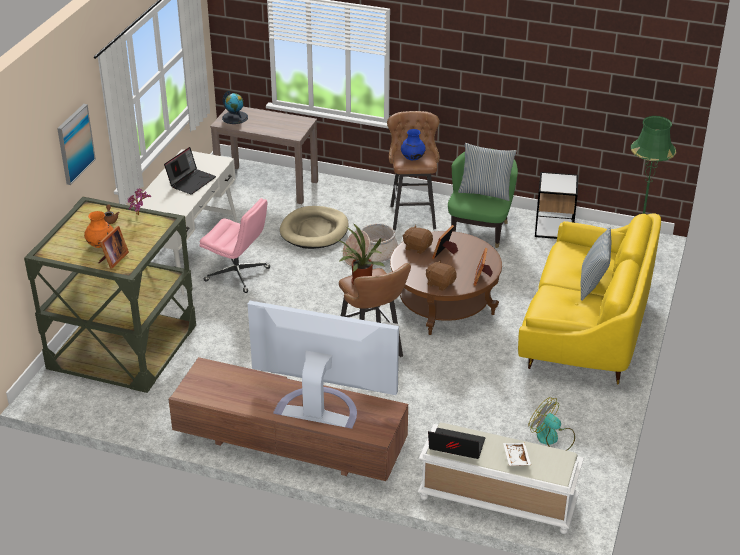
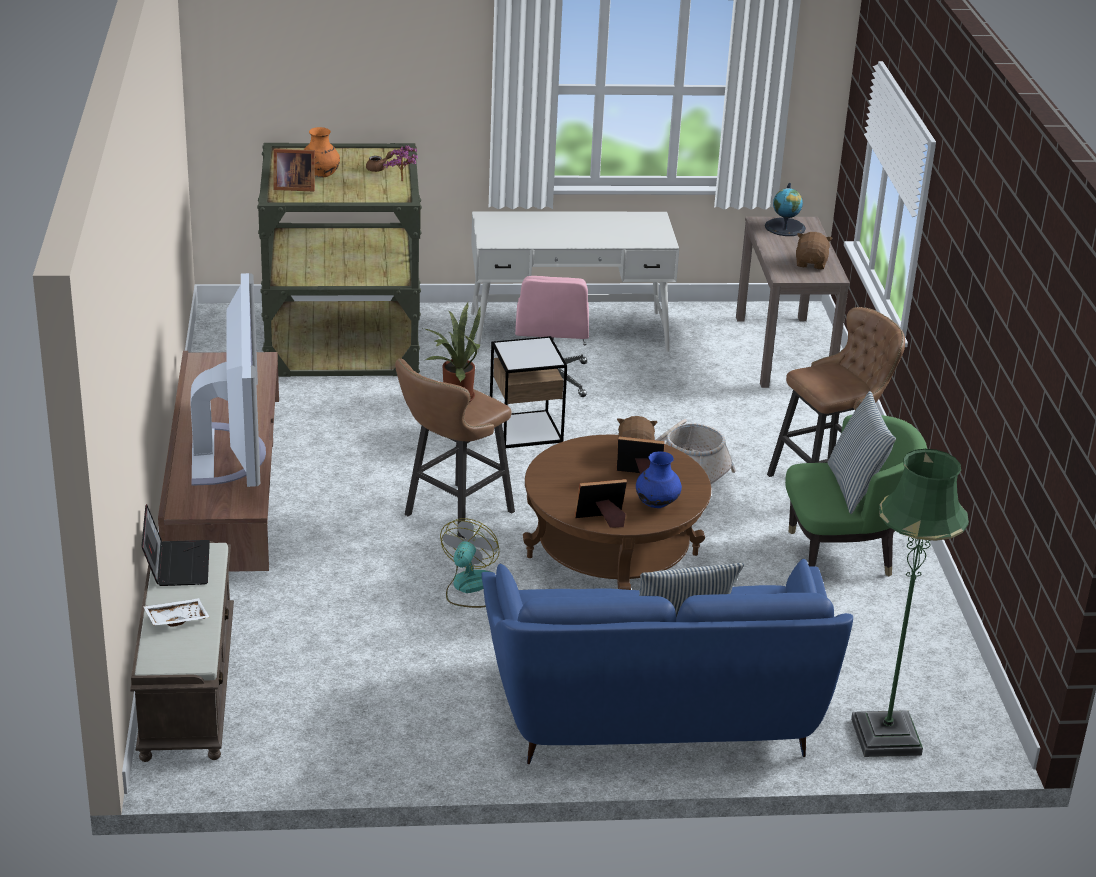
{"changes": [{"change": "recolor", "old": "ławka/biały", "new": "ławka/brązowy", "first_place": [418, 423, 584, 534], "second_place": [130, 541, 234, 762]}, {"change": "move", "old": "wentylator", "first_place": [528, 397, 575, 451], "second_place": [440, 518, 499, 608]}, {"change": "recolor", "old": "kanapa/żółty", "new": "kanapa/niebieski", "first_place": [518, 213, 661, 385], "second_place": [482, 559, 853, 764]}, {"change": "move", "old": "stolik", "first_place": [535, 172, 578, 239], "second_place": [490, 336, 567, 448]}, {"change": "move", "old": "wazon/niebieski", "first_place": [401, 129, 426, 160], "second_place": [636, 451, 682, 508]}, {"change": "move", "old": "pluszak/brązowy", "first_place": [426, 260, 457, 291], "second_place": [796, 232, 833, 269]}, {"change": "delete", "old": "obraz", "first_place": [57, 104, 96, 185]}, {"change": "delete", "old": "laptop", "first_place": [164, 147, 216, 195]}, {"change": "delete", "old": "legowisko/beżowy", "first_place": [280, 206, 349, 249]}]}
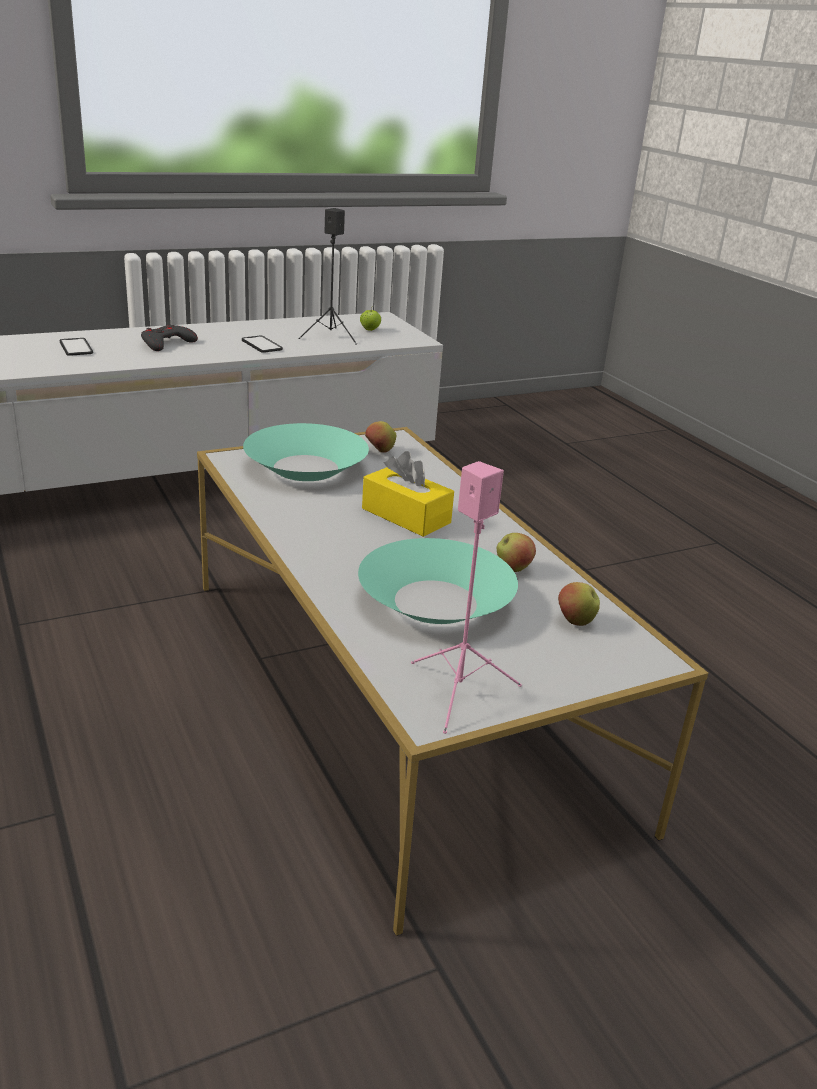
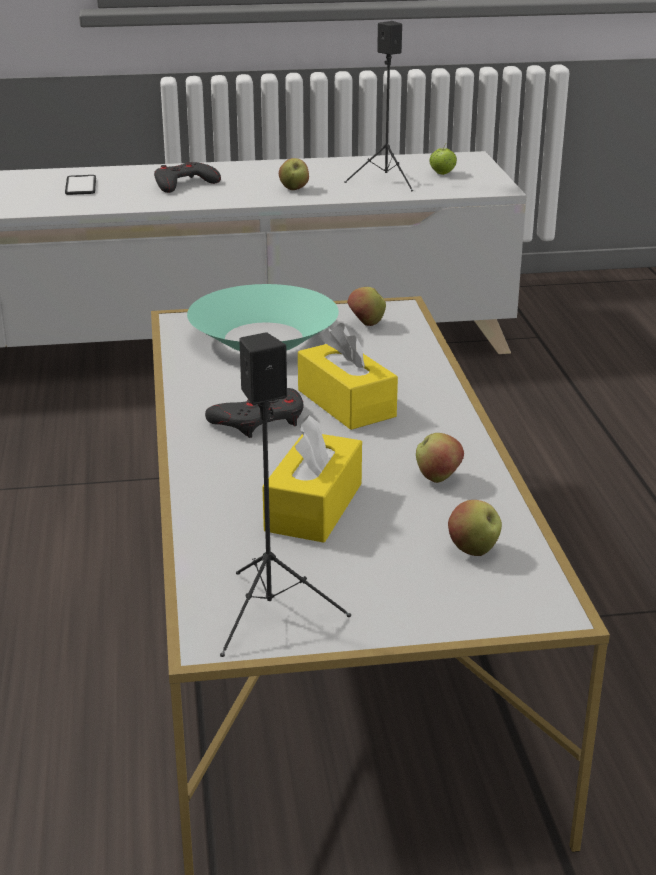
{"changes": [{"change": "insert", "new": "pad do gier/szary", "second_place": [205, 388, 304, 438]}, {"change": "recolor", "old": "głośnik/różowy", "new": "głośnik/czarny", "first_place": [411, 461, 522, 734], "second_place": [220, 332, 351, 657]}, {"change": "replace", "old": "miska/turkusowy", "new": "pudełko chusteczek/żółty", "first_place": [358, 538, 518, 624], "second_place": [262, 415, 362, 543]}, {"change": "replace", "old": "telefon", "new": "jabłko", "first_place": [242, 336, 283, 353], "second_place": [279, 158, 309, 190]}]}
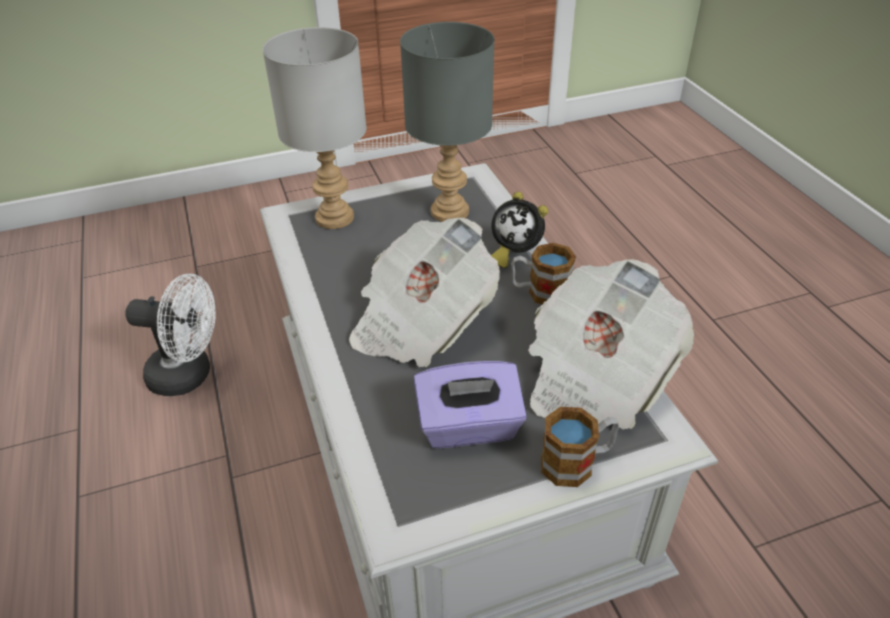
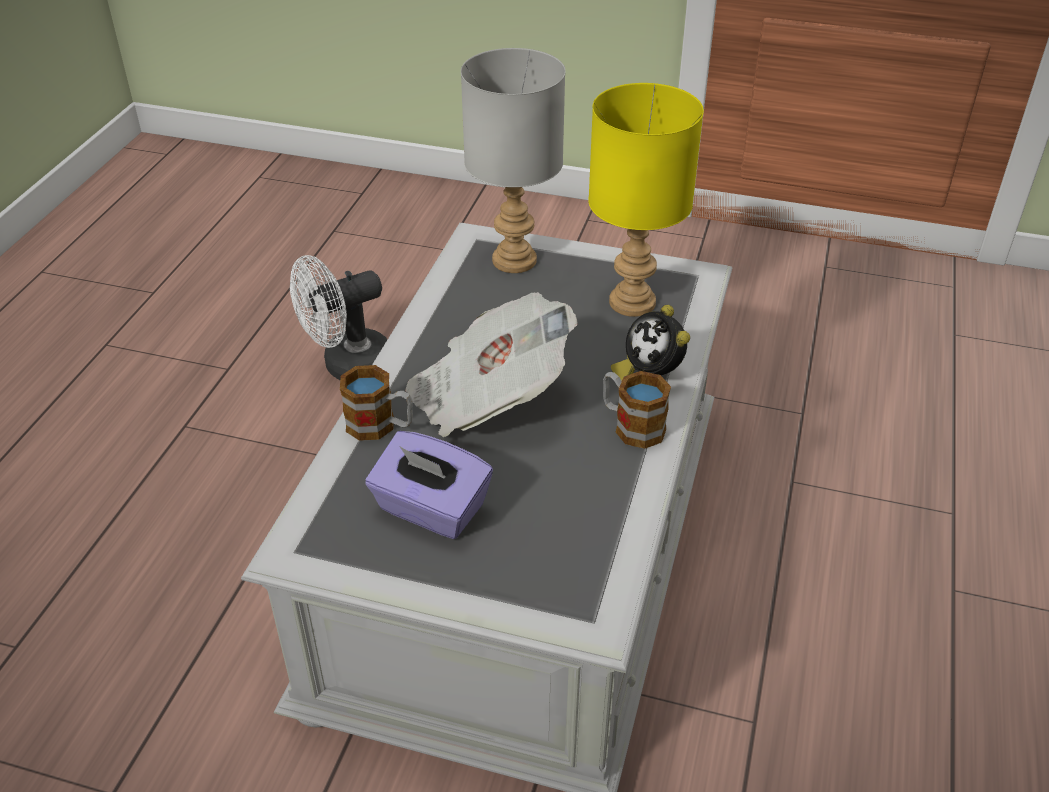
{"changes": [{"change": "rotate", "old": "wentylator/biały", "first_place": [125, 274, 216, 396], "second_place": [290, 255, 387, 380], "degrees": 105}, {"change": "move", "old": "kubek", "first_place": [541, 407, 619, 487], "second_place": [340, 365, 413, 441]}, {"change": "recolor", "old": "lampa stołowa/szary", "new": "lampa stołowa/żółty", "first_place": [400, 22, 495, 222], "second_place": [588, 83, 704, 317]}, {"change": "delete", "old": "gazeta", "first_place": [528, 259, 694, 430]}]}
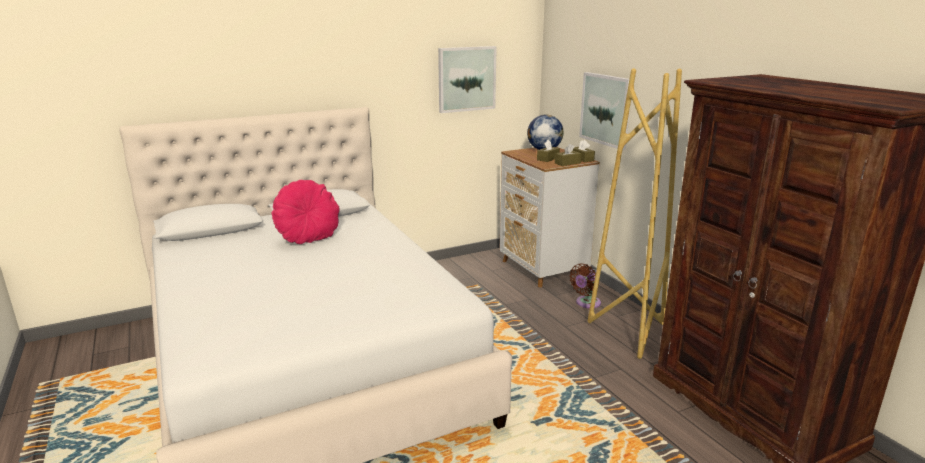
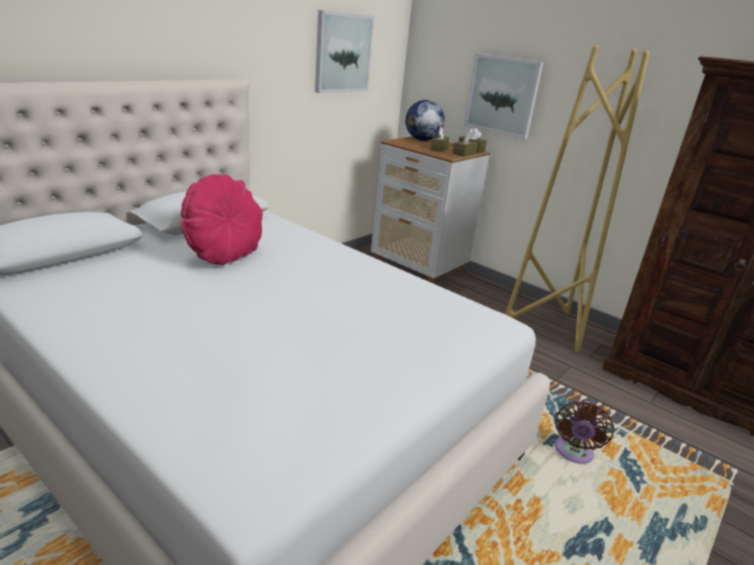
{"changes": [{"change": "move", "old": "wentylator/brązowy", "first_place": [569, 263, 601, 308], "second_place": [555, 401, 614, 464]}]}
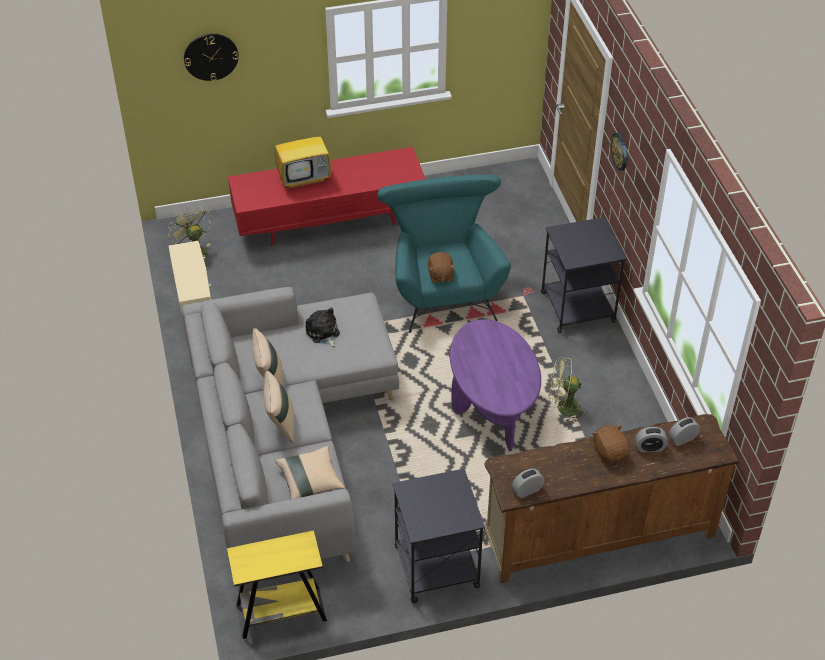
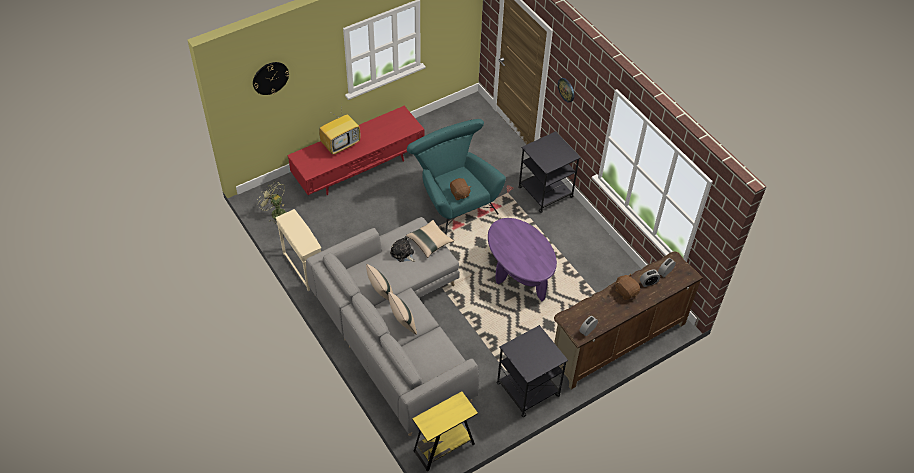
{"changes": [{"change": "move", "old": "poduszka/beżowy", "first_place": [275, 446, 345, 499], "second_place": [406, 220, 454, 258]}, {"change": "delete", "old": "wentylator/zielony", "first_place": [549, 357, 587, 423]}]}
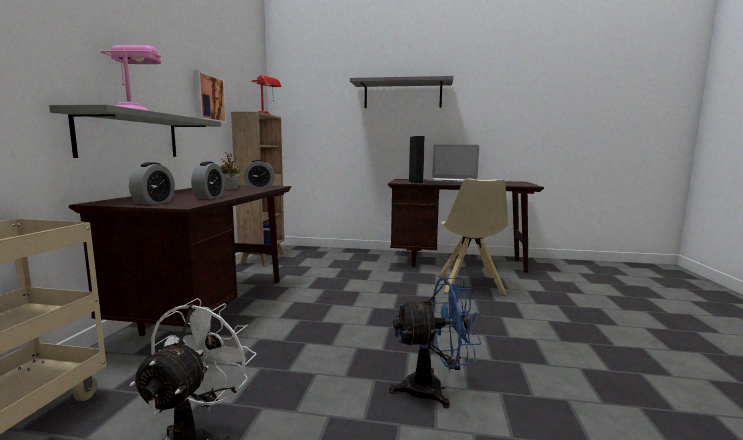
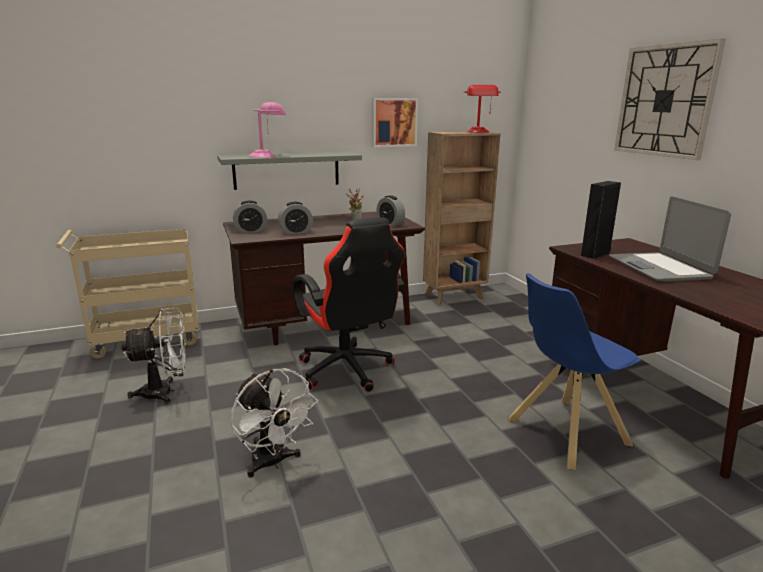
{"changes": [{"change": "recolor", "old": "wentylator/niebieski", "new": "wentylator/biały", "first_place": [389, 278, 481, 408], "second_place": [231, 368, 318, 478]}, {"change": "insert", "new": "krzesło biurowe/czarny", "second_place": [293, 217, 405, 392]}, {"change": "recolor", "old": "krzesło/beżowy", "new": "krzesło/niebieski", "first_place": [438, 178, 508, 295], "second_place": [508, 273, 641, 470]}, {"change": "replace", "old": "półka/szary", "new": "zegar ścienny", "first_place": [350, 76, 453, 108], "second_place": [614, 38, 726, 160]}]}
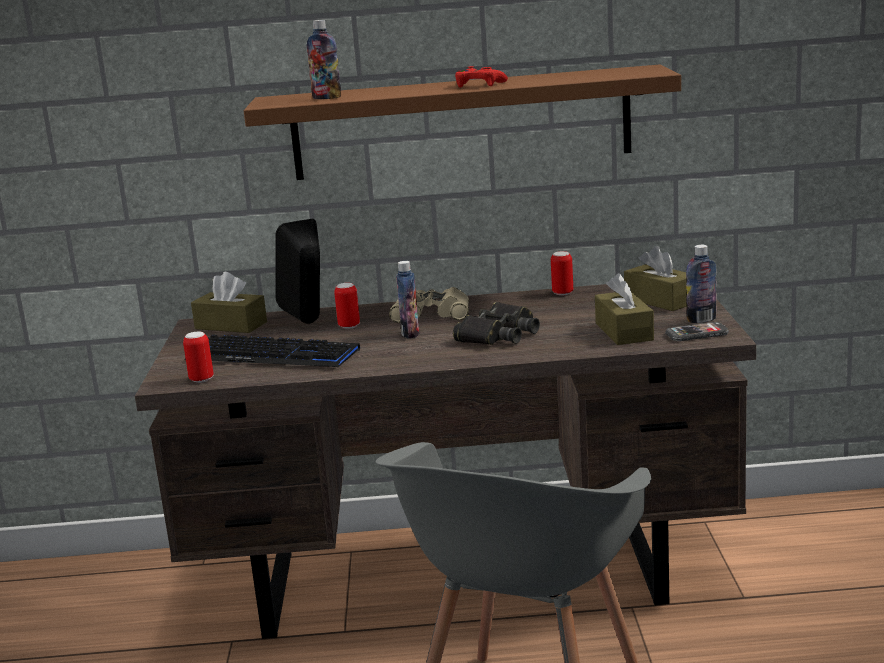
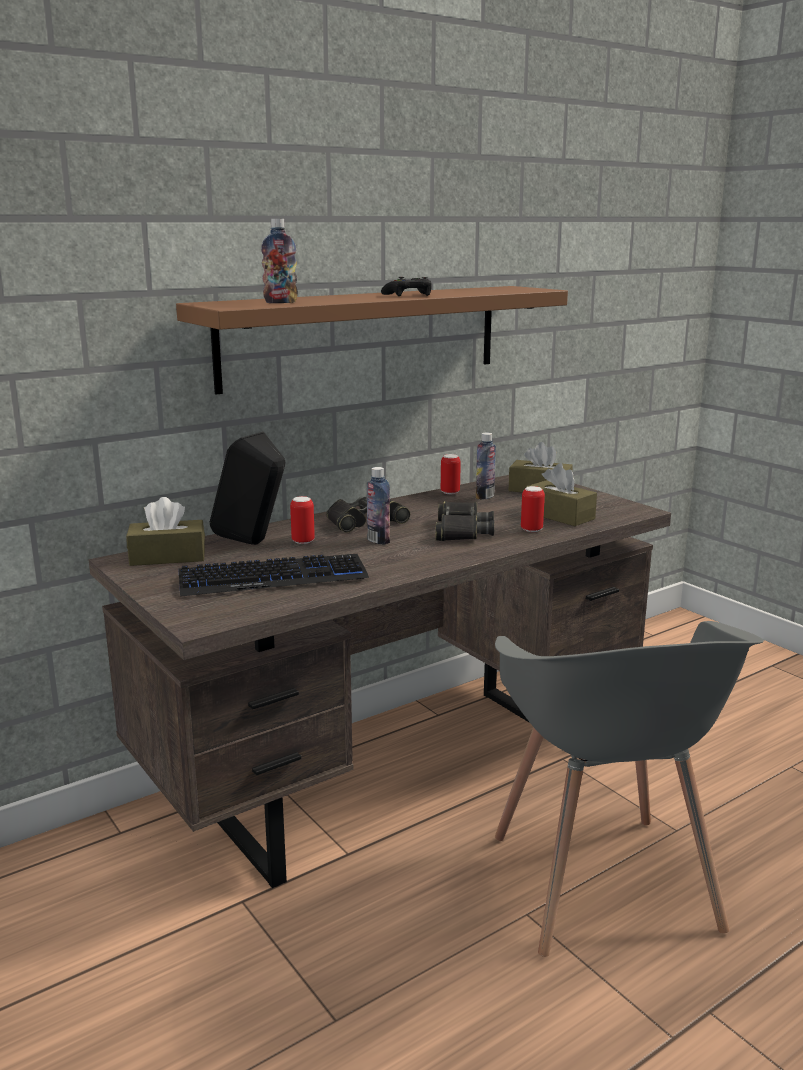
{"changes": [{"change": "recolor", "old": "lornetka/beżowy", "new": "lornetka/czarny", "first_place": [389, 287, 469, 323], "second_place": [326, 497, 410, 533]}, {"change": "recolor", "old": "pad do gier/czerwony", "new": "pad do gier/czarny", "first_place": [455, 66, 508, 87], "second_place": [381, 277, 432, 296]}, {"change": "move", "old": "butelka", "first_place": [686, 245, 717, 323], "second_place": [476, 432, 496, 500]}, {"change": "move", "old": "puszka", "first_place": [183, 332, 214, 383], "second_place": [521, 486, 545, 532]}, {"change": "delete", "old": "telefon", "first_place": [665, 322, 729, 341]}]}
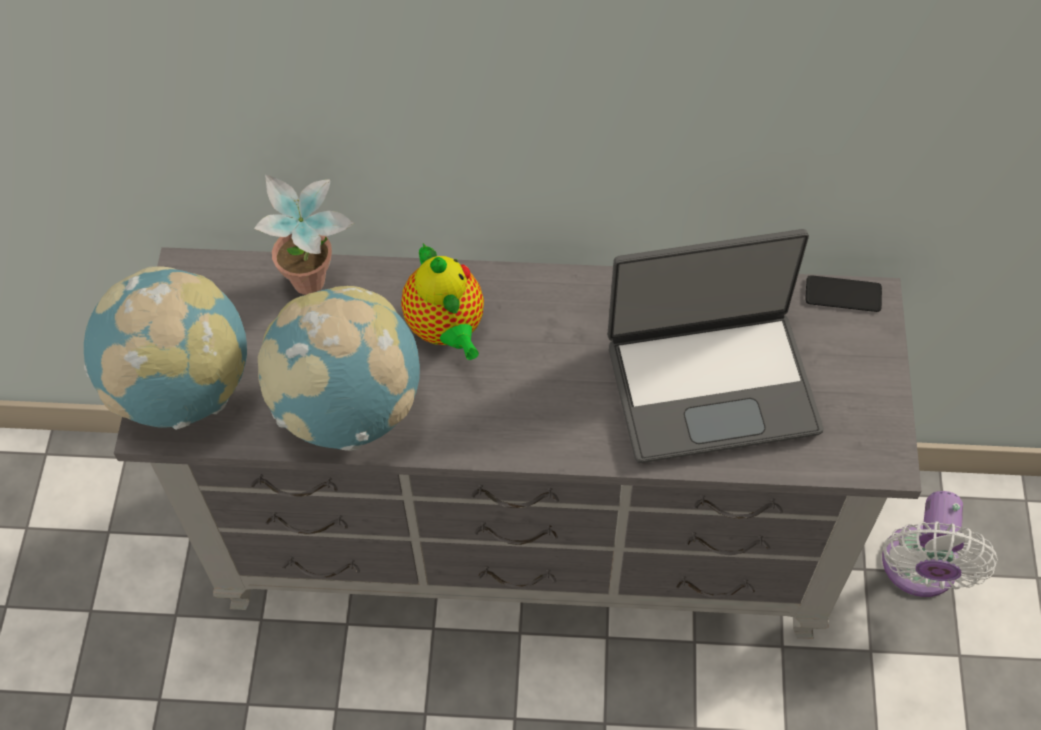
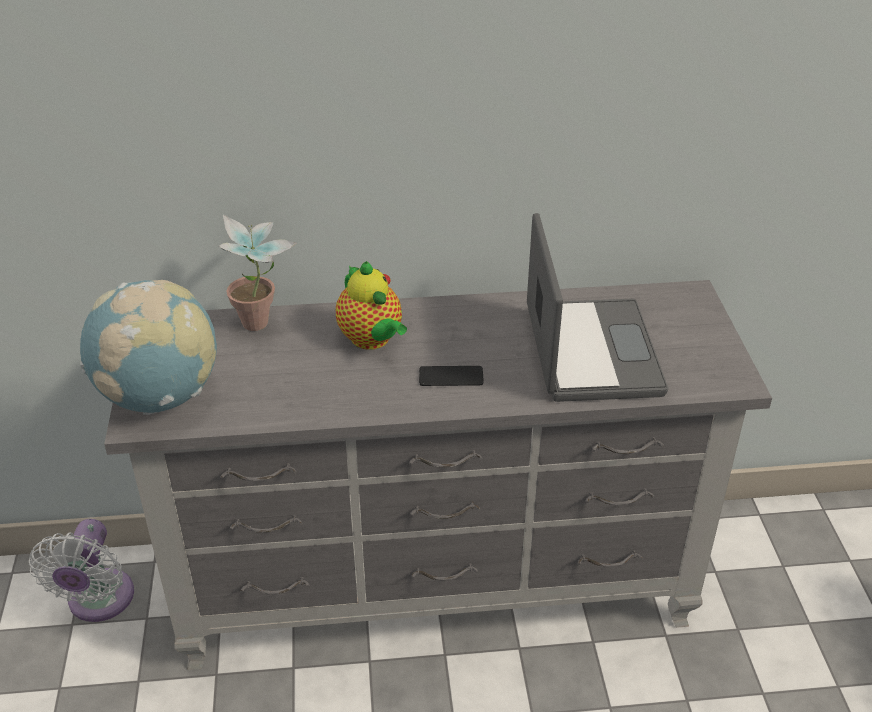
{"changes": [{"change": "move", "old": "wentylator/biały", "first_place": [882, 491, 998, 597], "second_place": [28, 519, 134, 622]}, {"change": "move", "old": "telefon", "first_place": [806, 275, 882, 312], "second_place": [419, 366, 484, 386]}, {"change": "rotate", "old": "laptop", "first_place": [607, 229, 824, 463], "second_place": [527, 213, 668, 402], "degrees": -75}, {"change": "delete", "old": "globus", "first_place": [258, 286, 420, 451]}]}
